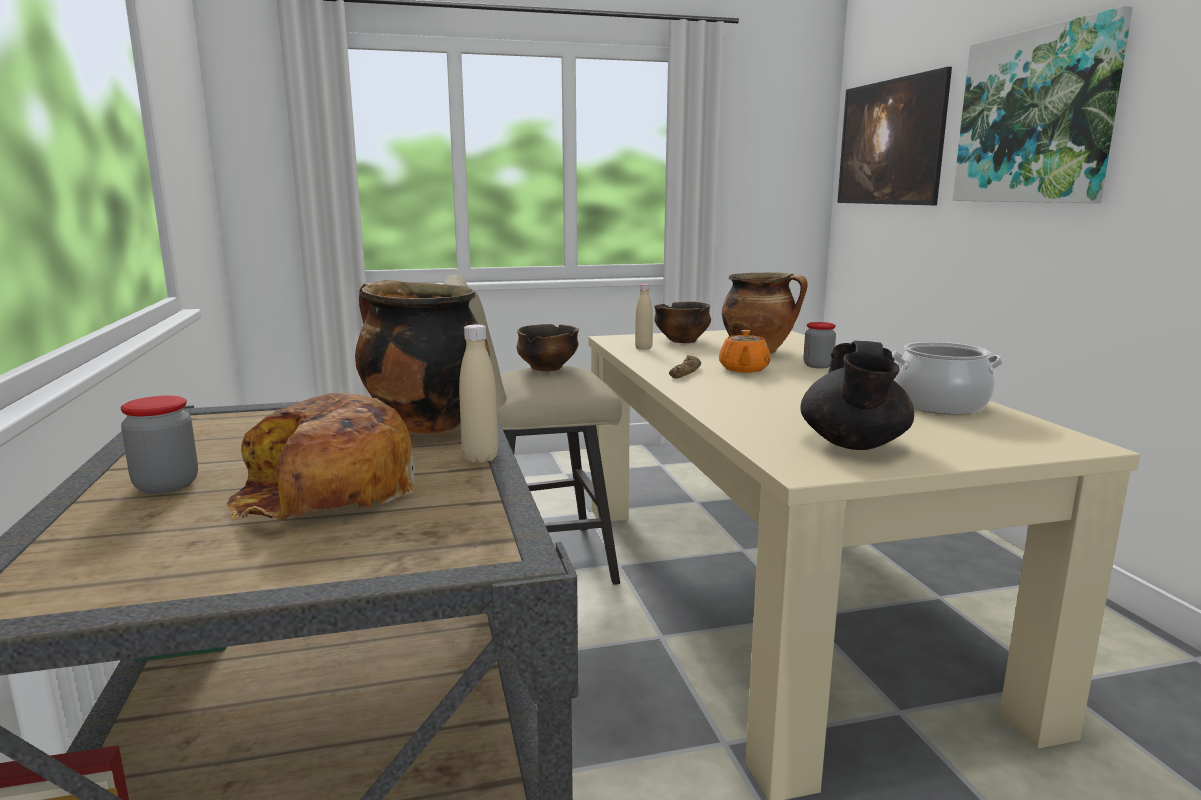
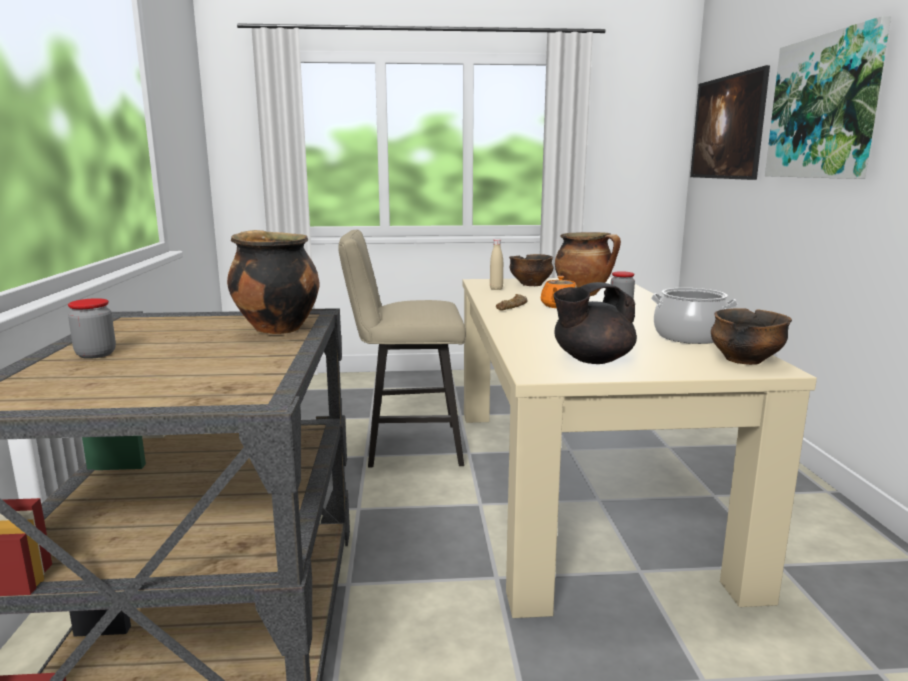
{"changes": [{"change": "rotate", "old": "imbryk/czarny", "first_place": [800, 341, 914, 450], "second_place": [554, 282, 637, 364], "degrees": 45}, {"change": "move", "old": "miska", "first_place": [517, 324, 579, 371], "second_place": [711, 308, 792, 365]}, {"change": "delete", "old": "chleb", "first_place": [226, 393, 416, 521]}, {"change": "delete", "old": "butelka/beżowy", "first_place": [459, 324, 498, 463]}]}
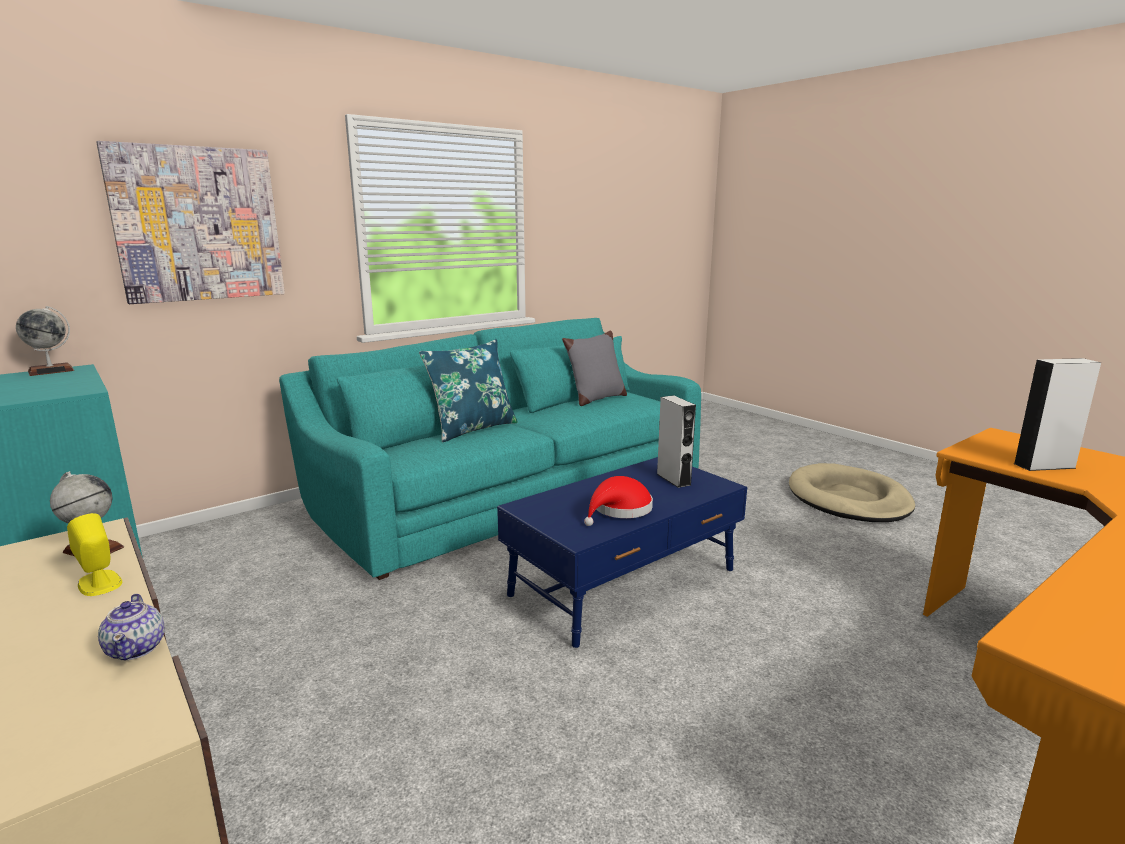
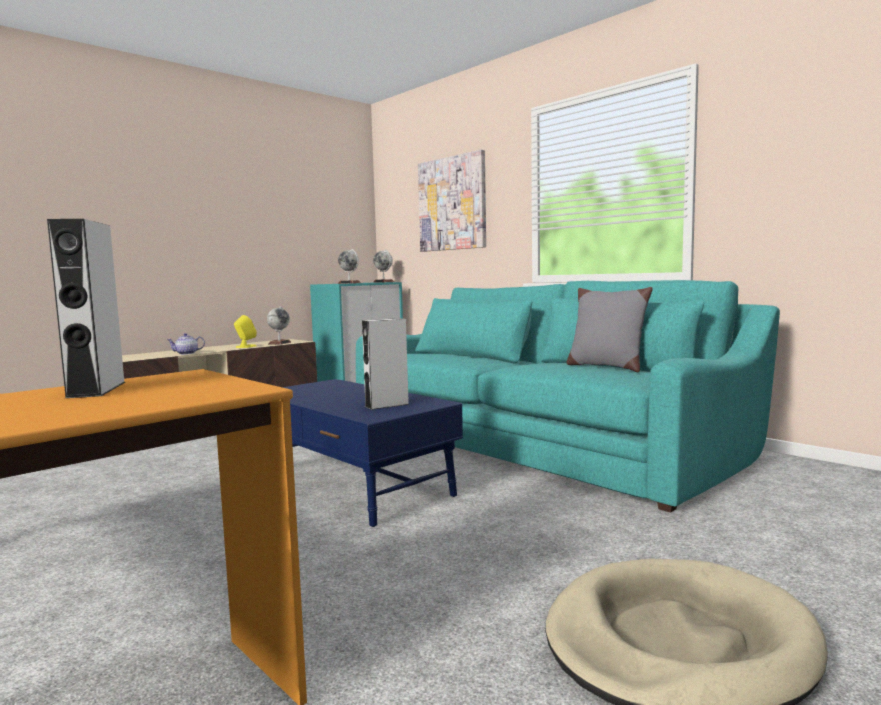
{"changes": [{"change": "insert", "new": "globus", "second_place": [338, 249, 361, 284]}, {"change": "delete", "old": "poduszka/niebieski", "first_place": [419, 339, 518, 442]}, {"change": "delete", "old": "kapelusz/czerwony", "first_place": [584, 476, 653, 526]}]}
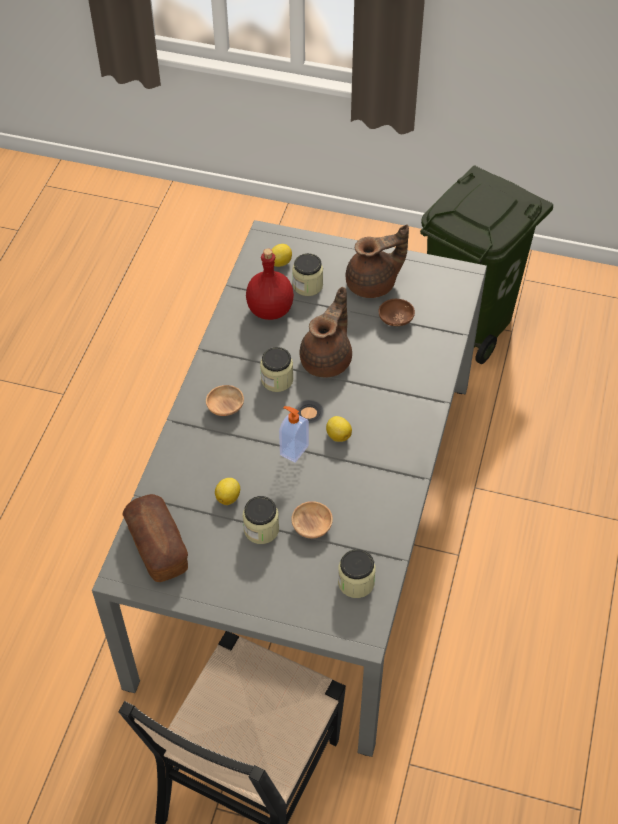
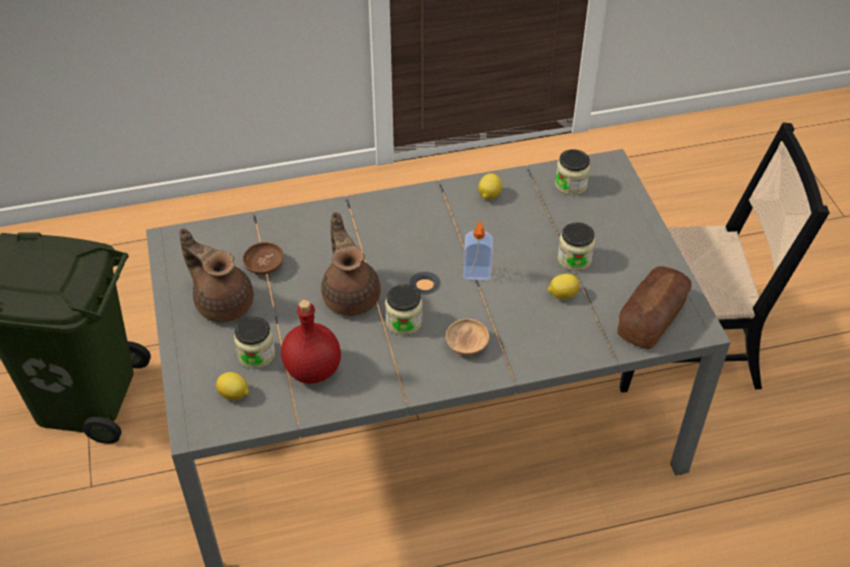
{"changes": [{"change": "rotate", "old": "imbryk/brązowy", "first_place": [300, 287, 352, 377], "second_place": [321, 212, 381, 316], "degrees": 75}, {"change": "move", "old": "cytryna", "first_place": [326, 416, 352, 442], "second_place": [478, 173, 502, 200]}, {"change": "delete", "old": "miska/brązowy", "first_place": [291, 501, 333, 538]}]}
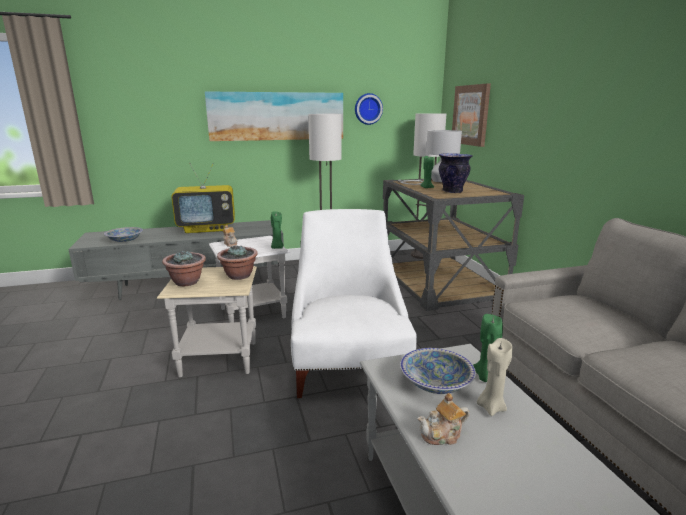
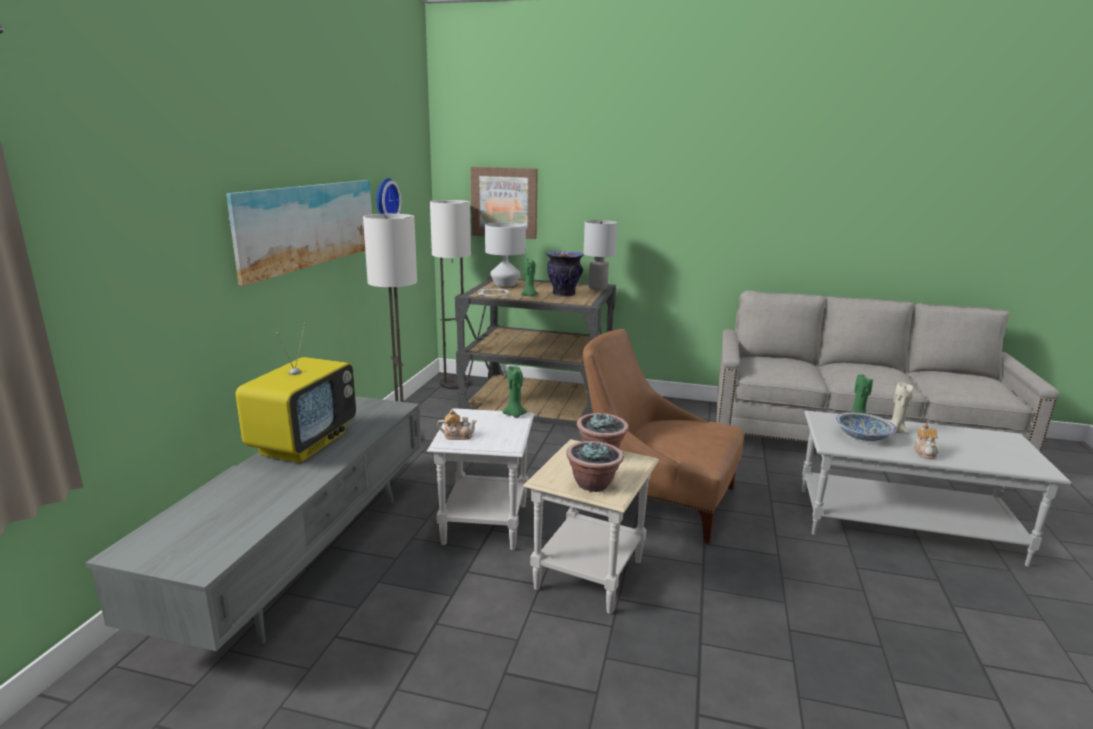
{"changes": [{"change": "insert", "new": "lampa stołowa/szary", "second_place": [583, 220, 618, 291]}, {"change": "recolor", "old": "fotel/biały", "new": "fotel/brązowy", "first_place": [291, 209, 417, 398], "second_place": [583, 329, 744, 544]}, {"change": "delete", "old": "miska", "first_place": [104, 227, 143, 242]}]}
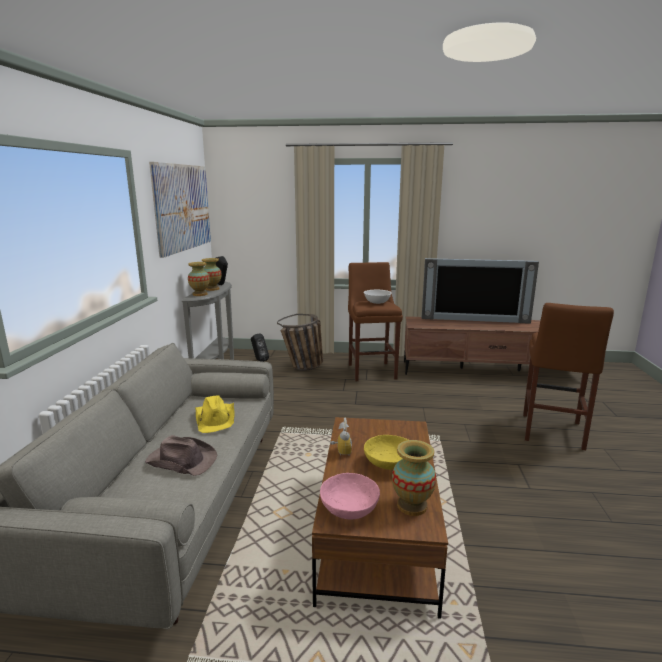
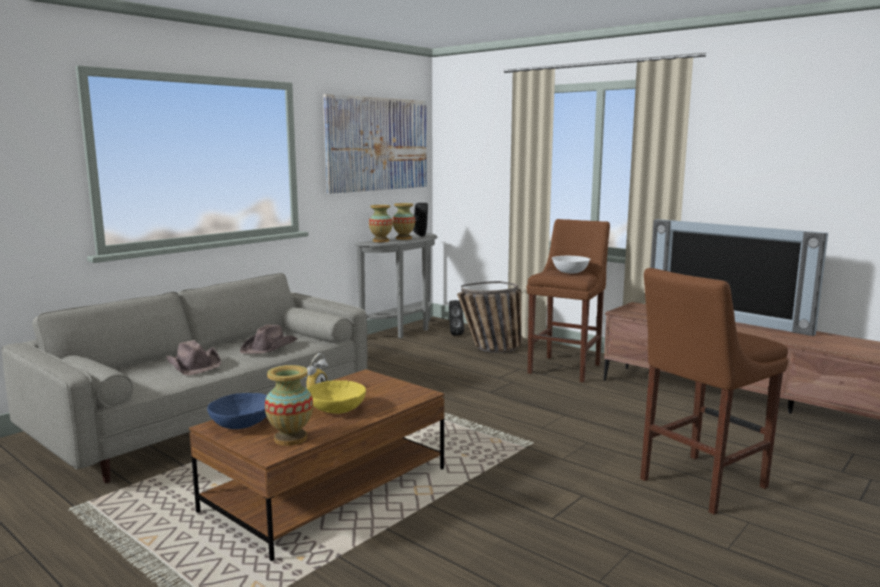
{"changes": [{"change": "recolor", "old": "miska/różowy", "new": "miska/niebieski", "first_place": [320, 473, 380, 520], "second_place": [207, 393, 267, 429]}, {"change": "recolor", "old": "kapelusz/żółty", "new": "kapelusz/brązowy", "first_place": [195, 396, 235, 433], "second_place": [240, 325, 297, 354]}]}
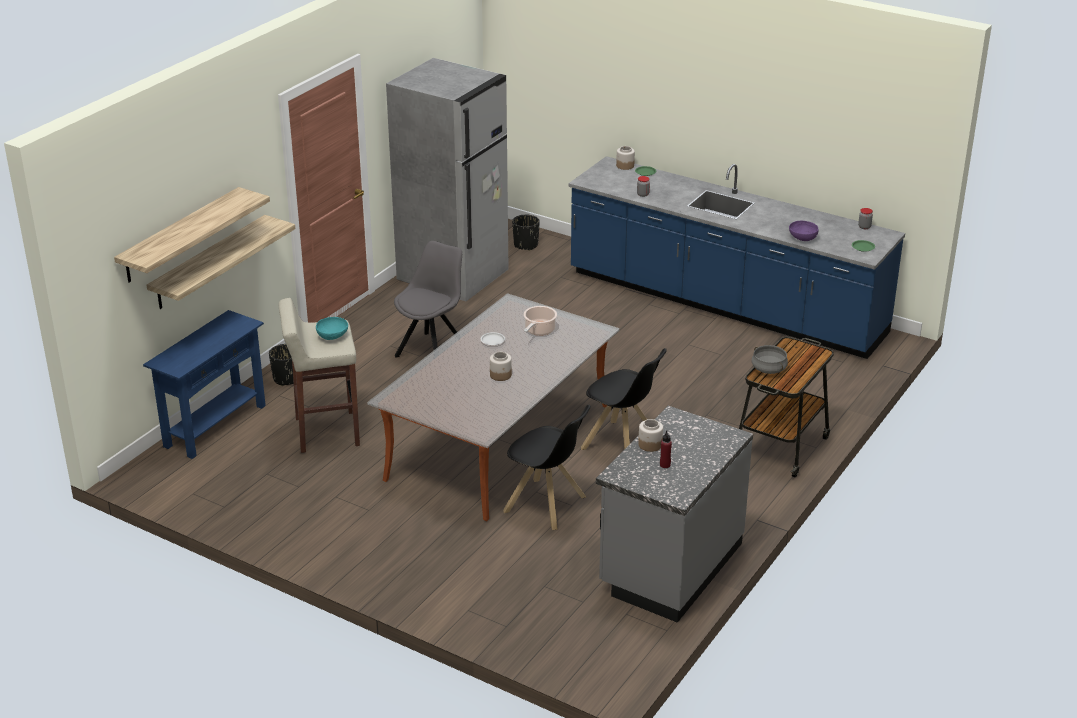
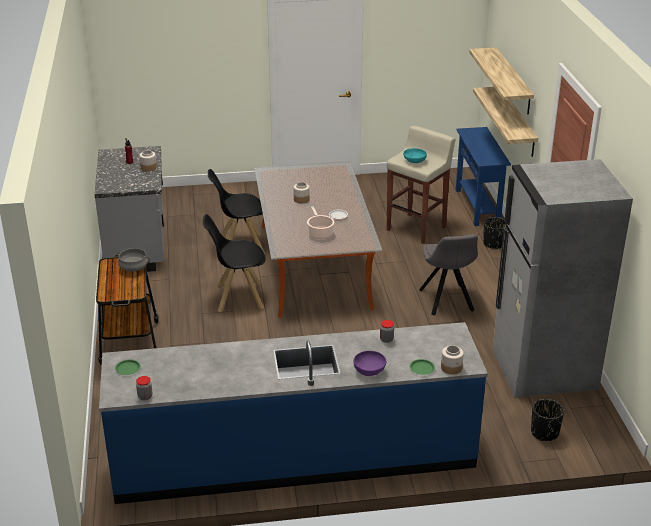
{"changes": [{"change": "move", "old": "miska/fioletowy", "first_place": [789, 221, 819, 241], "second_place": [354, 351, 386, 376]}]}
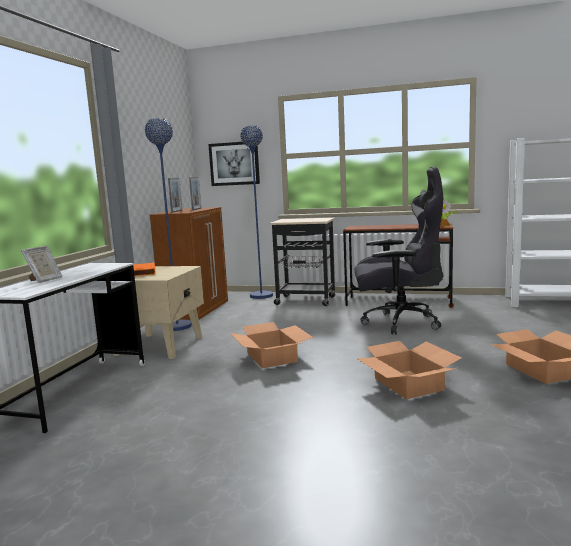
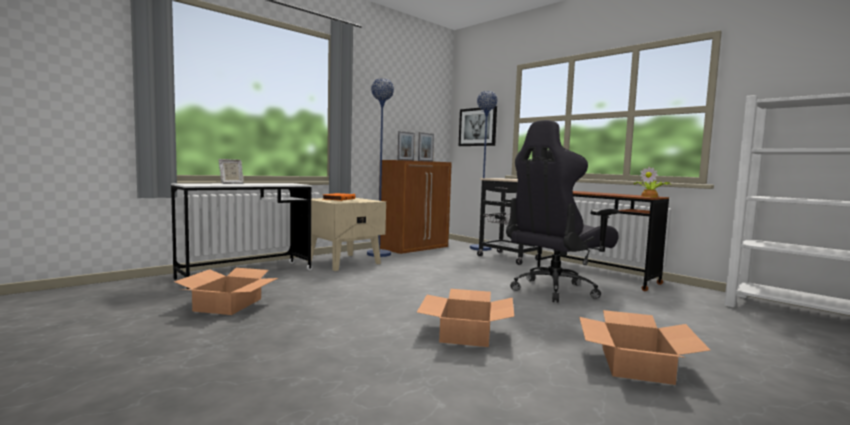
{"changes": [{"change": "move", "old": "karton", "first_place": [230, 322, 314, 369], "second_place": [174, 268, 278, 315]}, {"change": "rotate", "old": "krzesło biurowe/czarny", "first_place": [355, 166, 443, 335], "second_place": [506, 120, 619, 303], "degrees": 105}]}
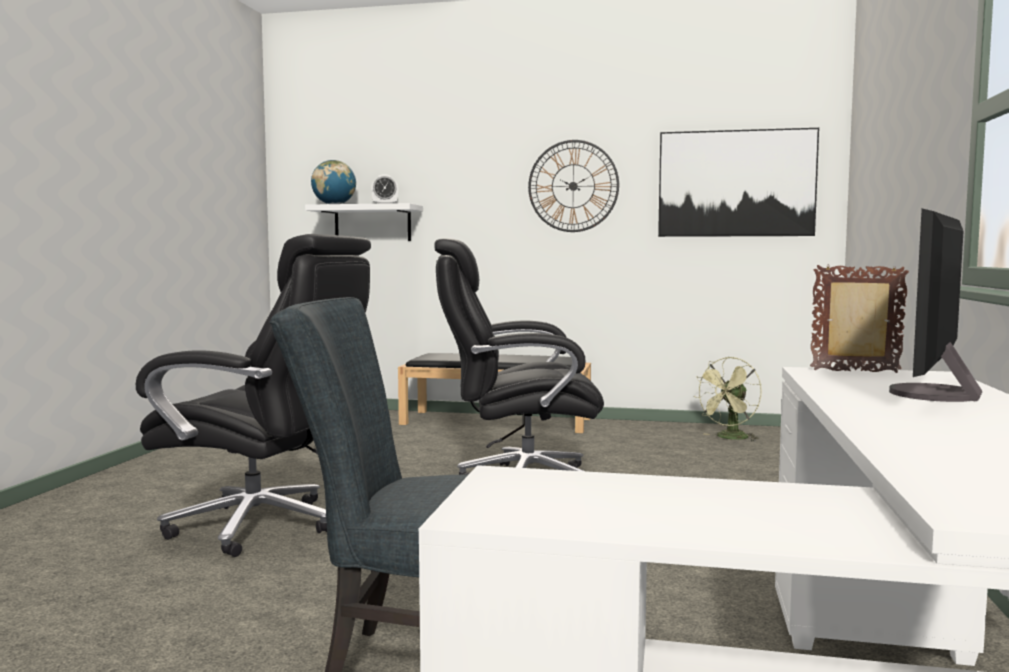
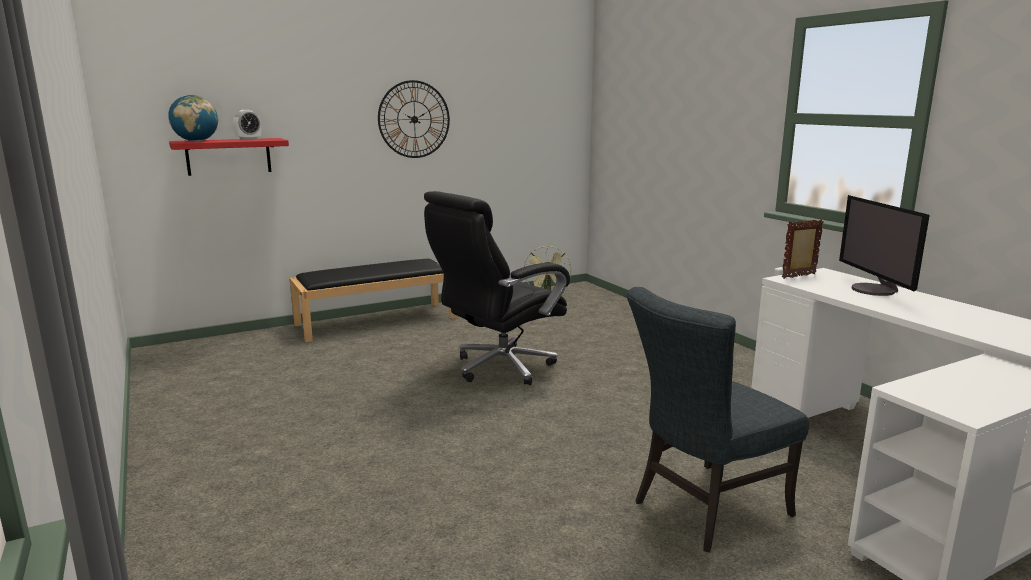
{"changes": [{"change": "recolor", "old": "półka/biały", "new": "półka/czerwony", "first_place": [305, 203, 423, 241], "second_place": [169, 138, 289, 176]}, {"change": "delete", "old": "krzesło biurowe/czarny", "first_place": [136, 234, 371, 557]}, {"change": "delete", "old": "obraz", "first_place": [658, 128, 819, 237]}]}
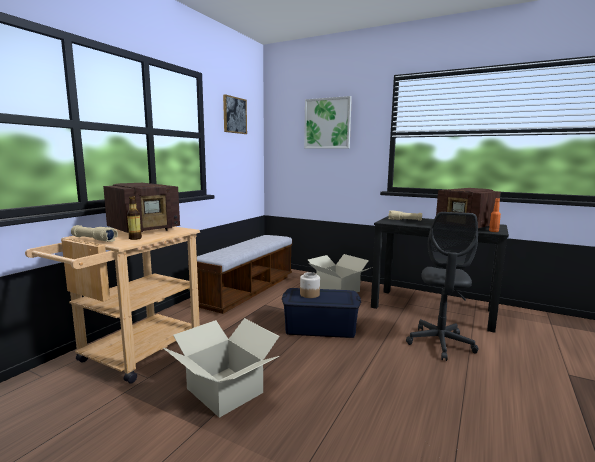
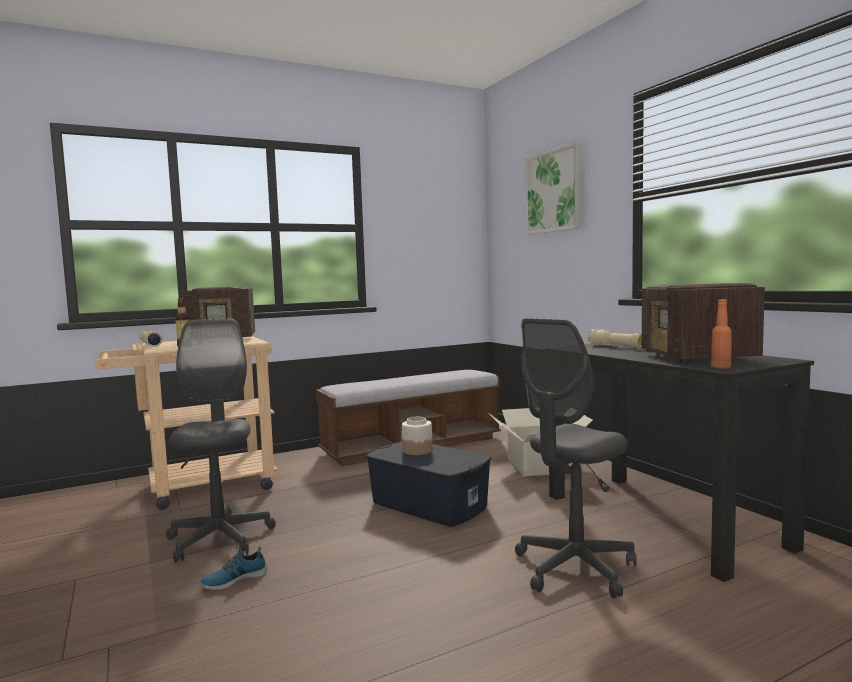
{"changes": [{"change": "replace", "old": "karton", "new": "krzesło biurowe/szary", "first_place": [163, 318, 280, 418], "second_place": [166, 319, 276, 563]}, {"change": "insert", "new": "but", "second_place": [200, 546, 267, 590]}, {"change": "delete", "old": "obraz", "first_place": [223, 94, 247, 134]}]}
